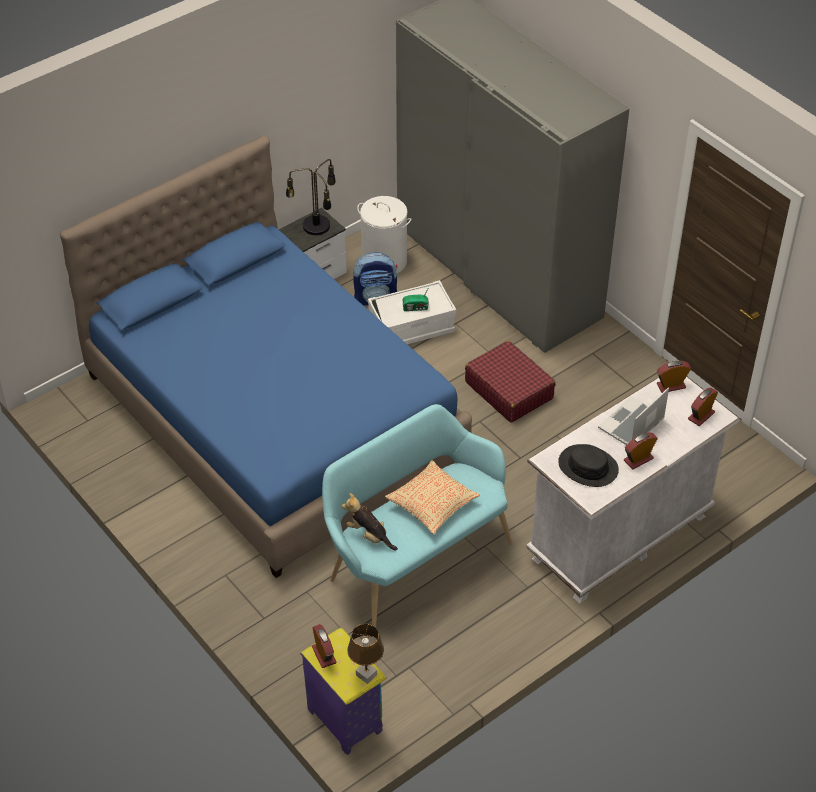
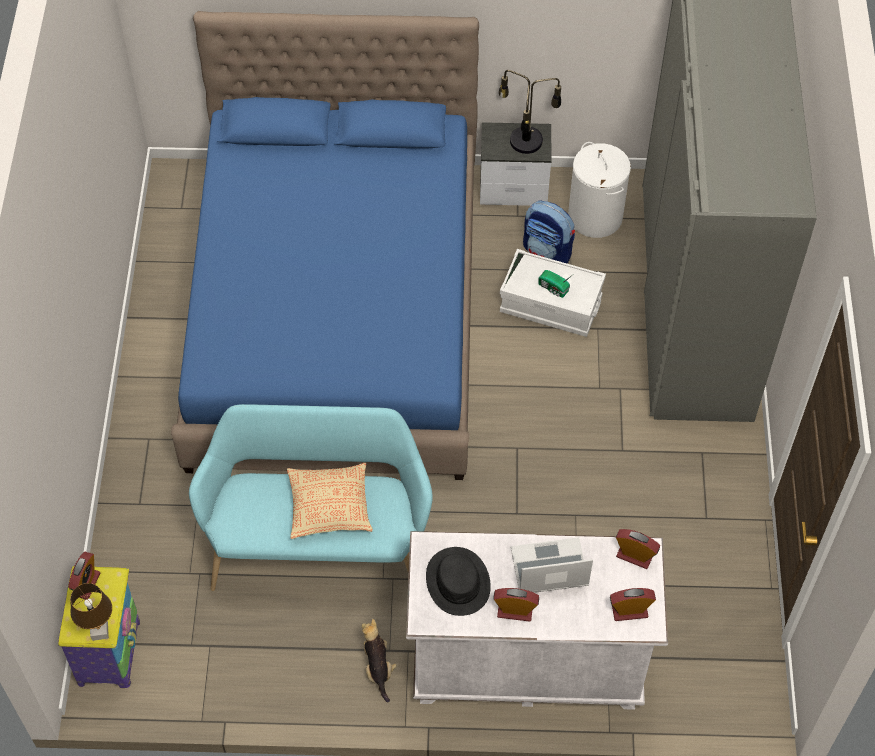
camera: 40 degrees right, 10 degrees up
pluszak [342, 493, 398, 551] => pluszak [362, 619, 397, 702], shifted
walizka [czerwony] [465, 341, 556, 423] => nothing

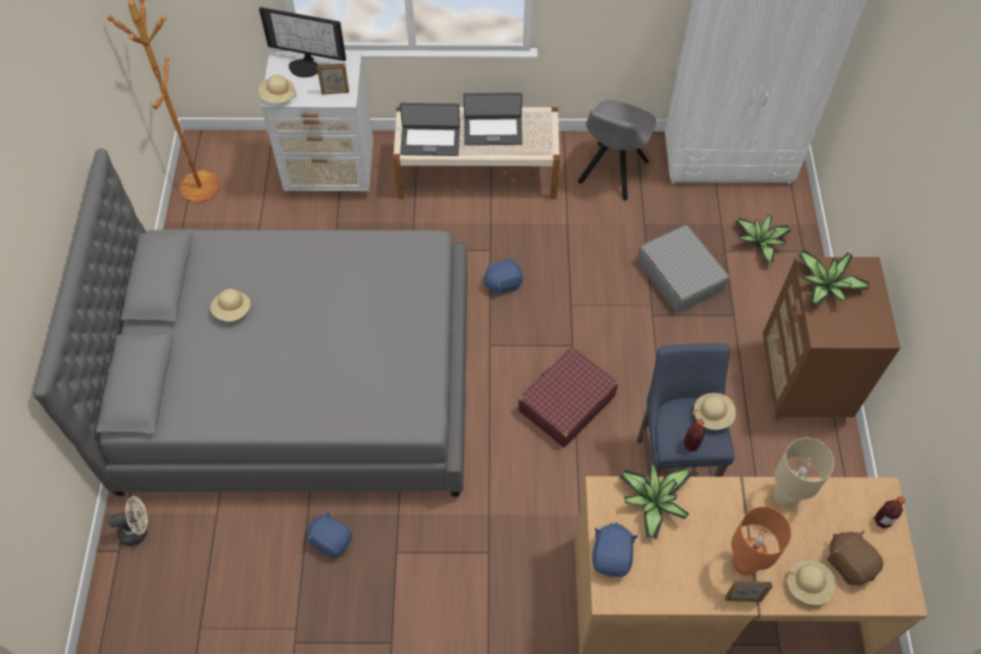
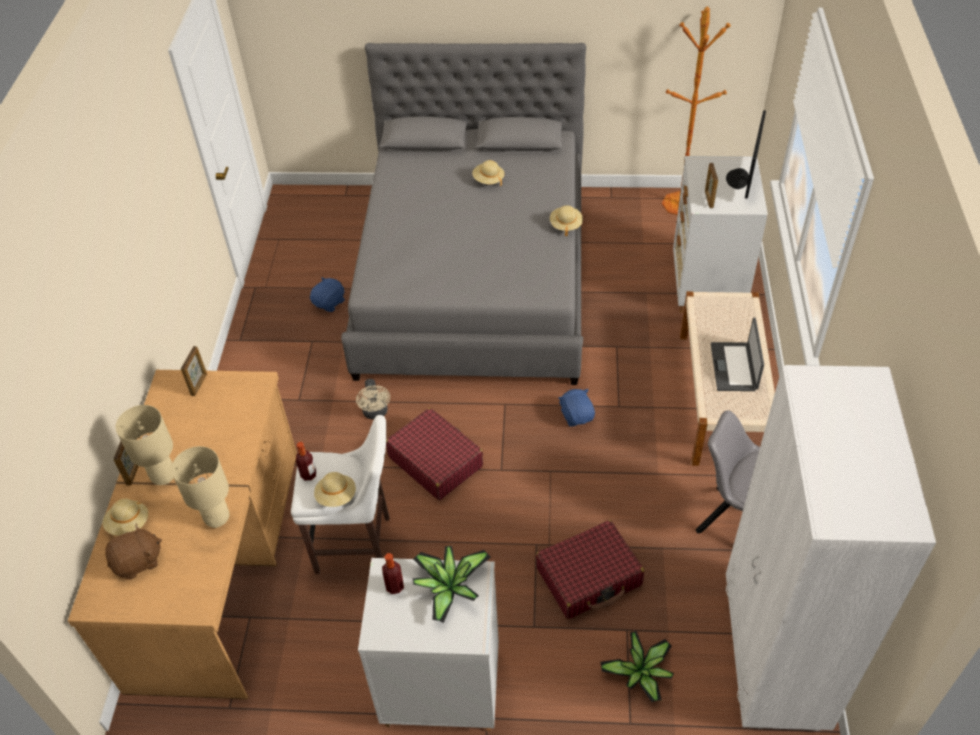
camera: 95 degrees right, 10 degrees down
lampa stołowa [pomarańczowy] [731, 507, 792, 576] => lampa stołowa [beżowy] [116, 405, 173, 485]
pluszak [niebieski] [592, 522, 638, 578] => ramka na zdjęcie [181, 346, 207, 396]
stołek [niebieski] [637, 343, 734, 477] => stołek [biały] [291, 415, 389, 574]
wentylator [beżowy] [108, 496, 148, 546] => wentylator [beżowy] [356, 379, 390, 419], shifted
komoda [brązowy] [763, 257, 900, 421] => komoda [biały] [358, 558, 499, 732]
butelka [874, 496, 905, 529] => butelka [382, 553, 404, 594], shifted
walizka [szary] [637, 225, 729, 313] => walizka [czerwony] [536, 520, 644, 619]
kapelusz [beżowy] [259, 75, 296, 103] => kapelusz [beżowy] [550, 205, 583, 236], shifted
laptop [400, 103, 460, 156] => nothing
roślina doniczkowa [619, 464, 693, 539] => nothing

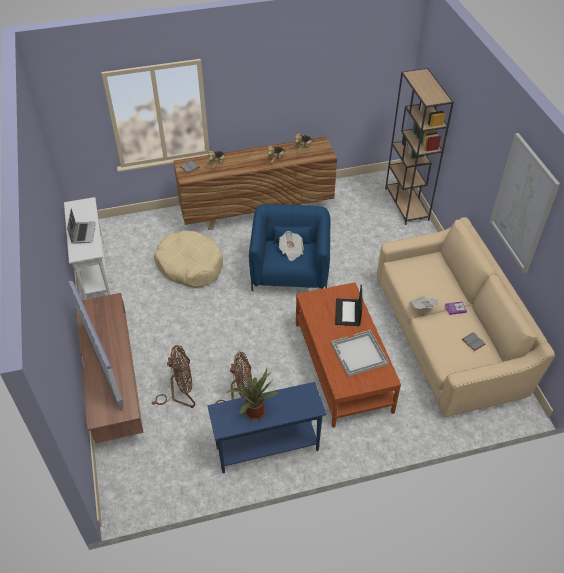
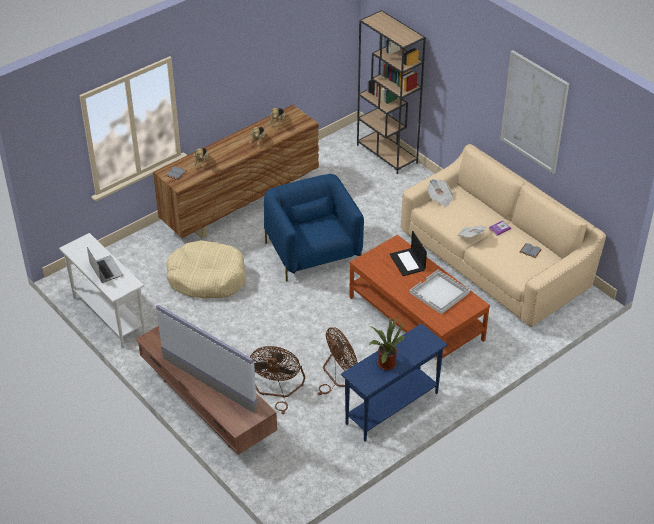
camera: 25 degrees left, 5 degrees down
wentylator [brązowy] [151, 345, 195, 408] => wentylator [brązowy] [250, 346, 305, 414], 45 degrees counterclockwise
gazeta [279, 231, 304, 261] => gazeta [427, 179, 454, 207], shifted

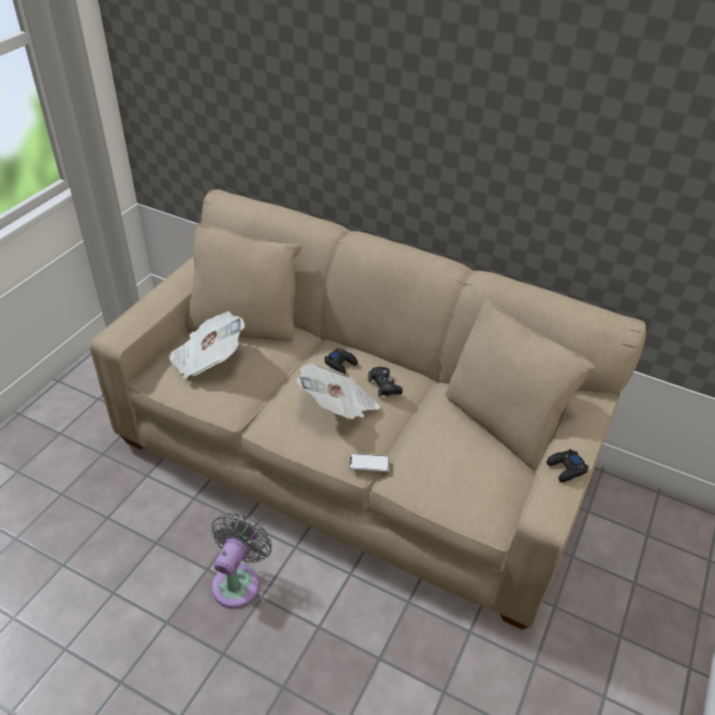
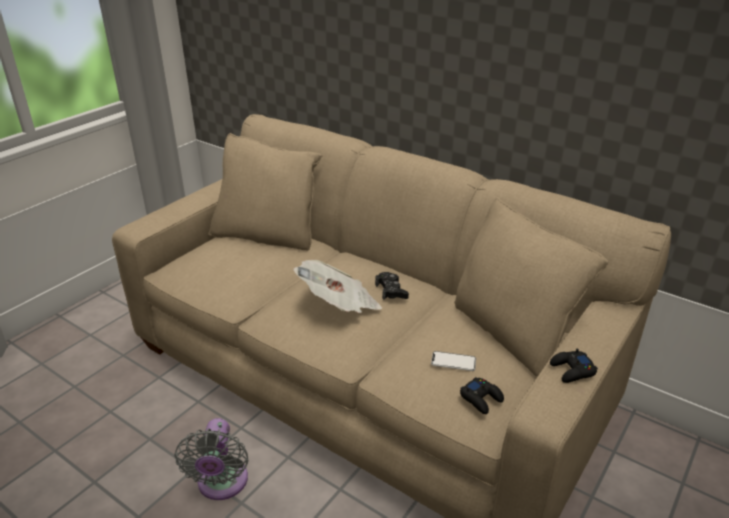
camera: 10 degrees right, 10 degrees down
wentylator [szary] [211, 513, 272, 608] => wentylator [szary] [174, 418, 249, 500], 150 degrees clockwise
telefon [349, 453, 389, 472] => telefon [431, 351, 476, 371], shifted
pad do gier [czarny] [325, 348, 358, 374] => pad do gier [czarny] [460, 377, 504, 414], shifted
gazeta [169, 311, 245, 379] => nothing

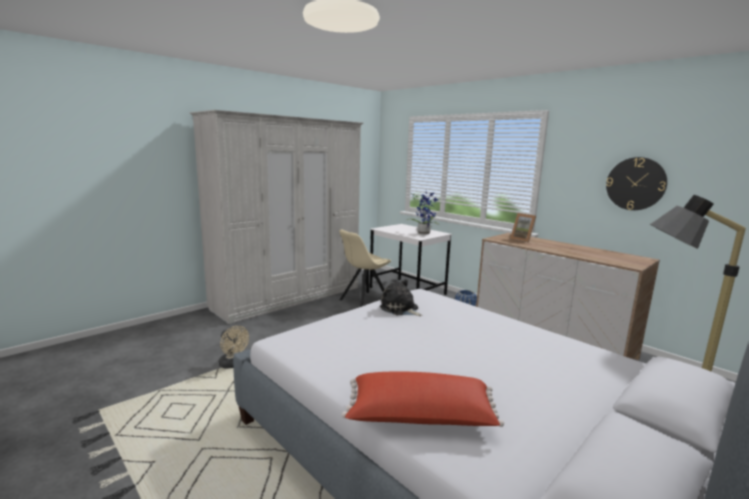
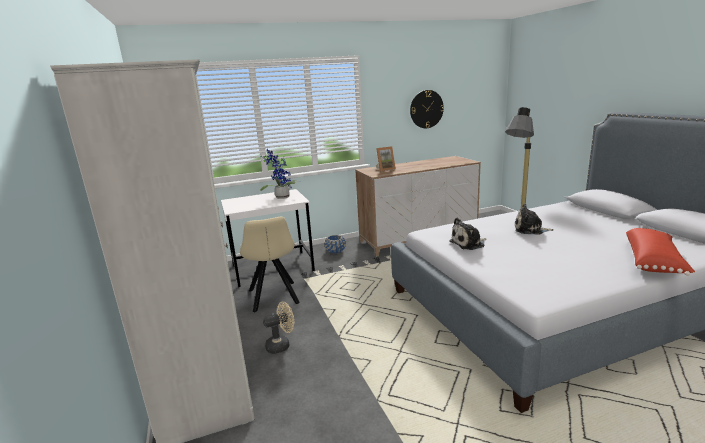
camera: 65 degrees left, 5 degrees up
wentylator [beżowy] [219, 326, 249, 369] => wentylator [beżowy] [263, 301, 294, 354], shifted
nothing => pluszak [515, 204, 554, 235]

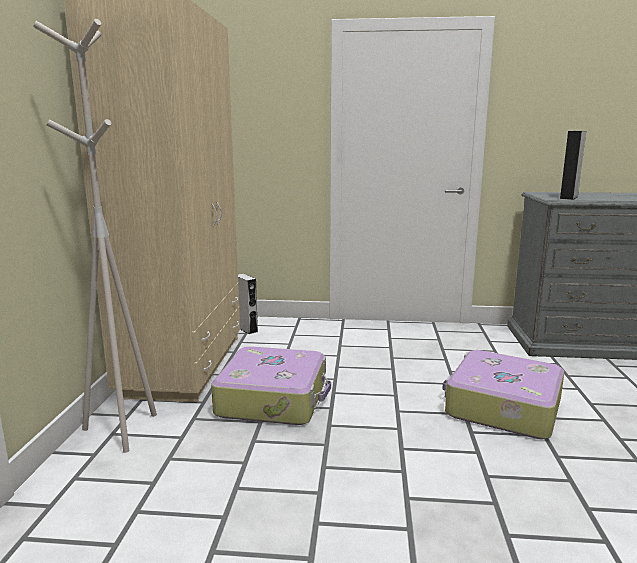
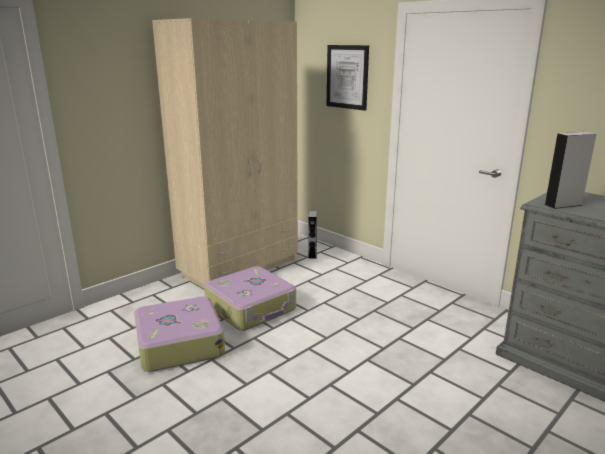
camera: 40 degrees right, 5 degrees up
walizka [442, 350, 564, 439] => walizka [134, 297, 225, 372], shifted
nothing => obraz [327, 45, 369, 111]
wieszak [szary] [33, 19, 157, 453] => nothing

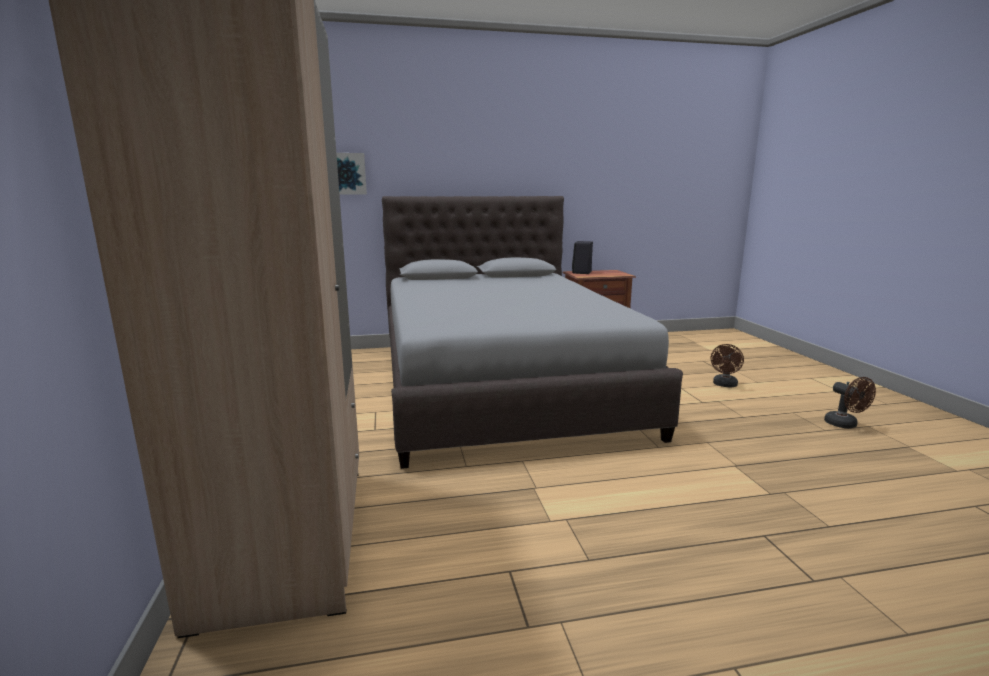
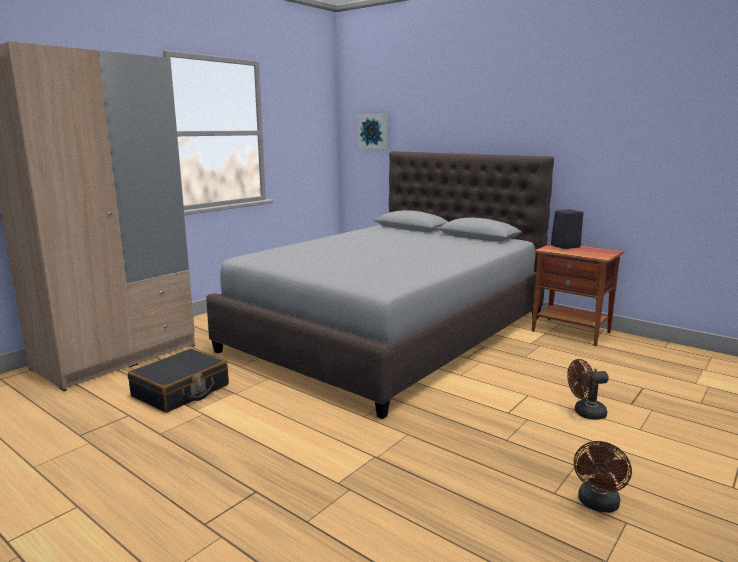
camera: 50 degrees right, 0 degrees up
nothing => walizka [czarny] [128, 349, 229, 413]

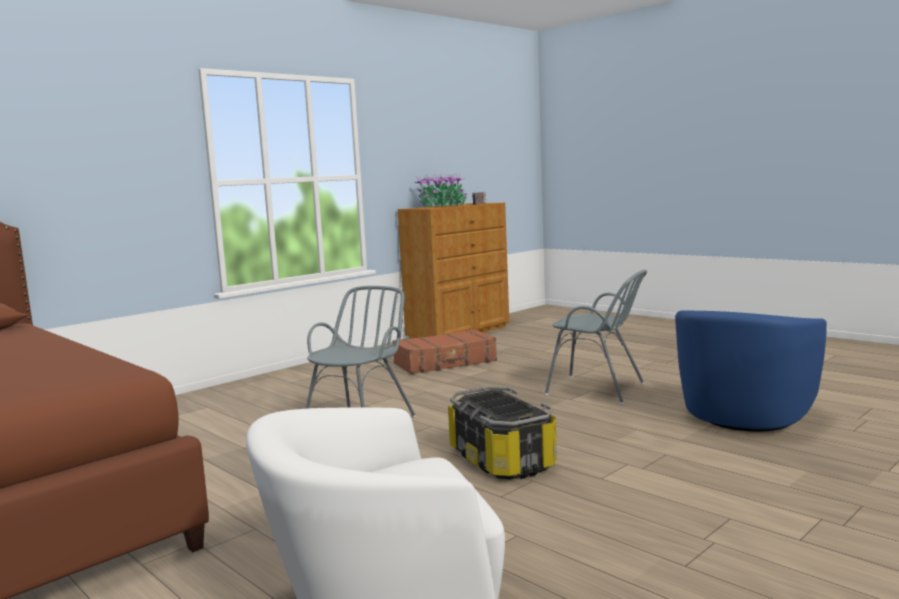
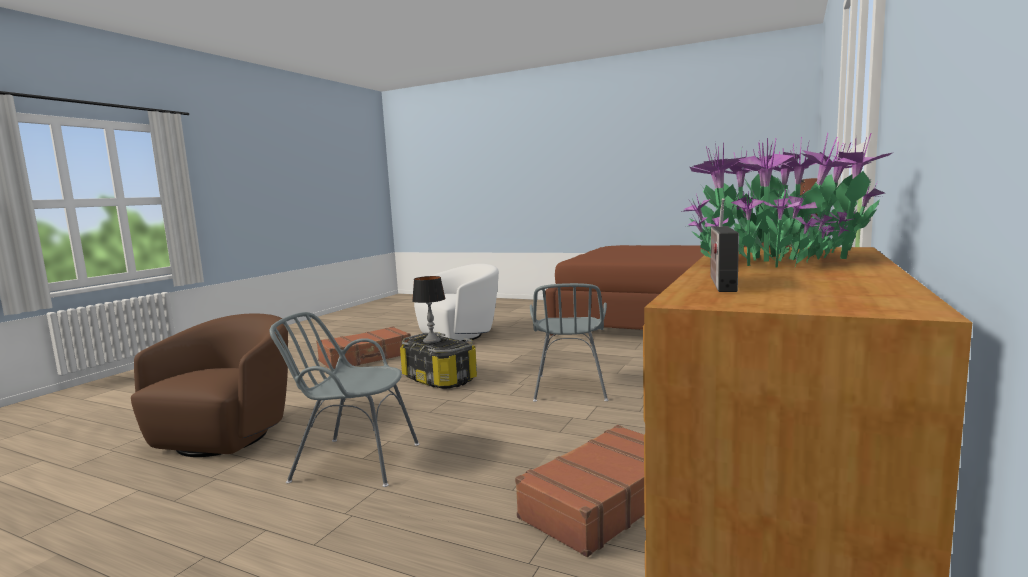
camera: 160 degrees right, 0 degrees up
fotel [niebieski] [675, 310, 827, 432] => fotel [brązowy] [131, 314, 288, 457]
nothing => walizka [brązowy] [316, 327, 411, 369]
nothing => lampa stołowa [412, 276, 446, 343]

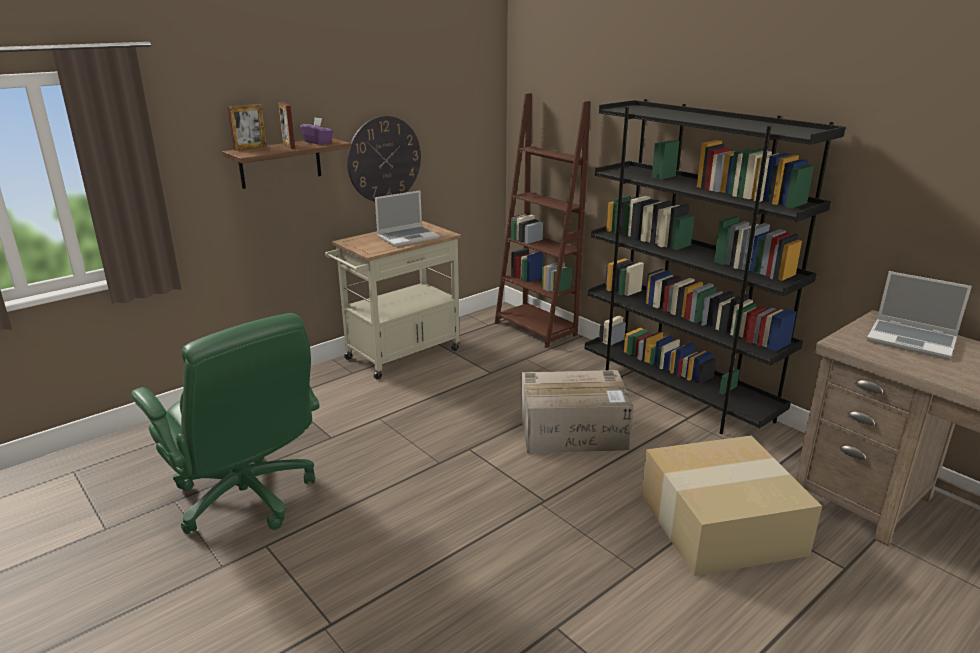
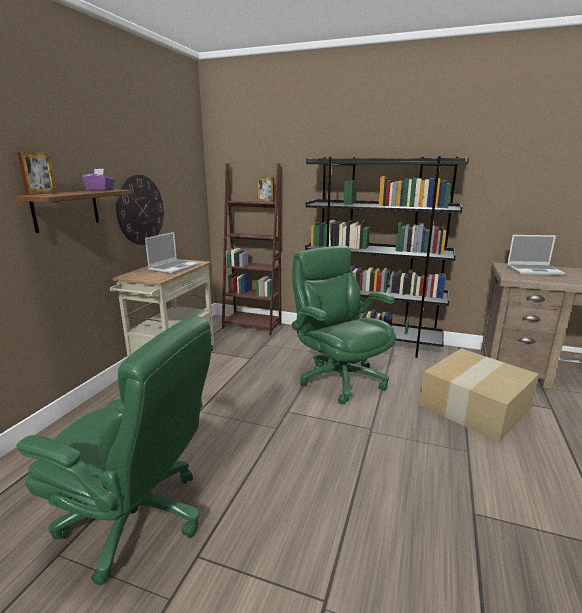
camera: 30 degrees left, 5 degrees down
ramka na zdjęcie [278, 102, 295, 149] => ramka na zdjęcie [257, 177, 275, 203], shifted
karton [521, 370, 634, 453] => krzesło biurowe [zielony] [292, 246, 396, 404]

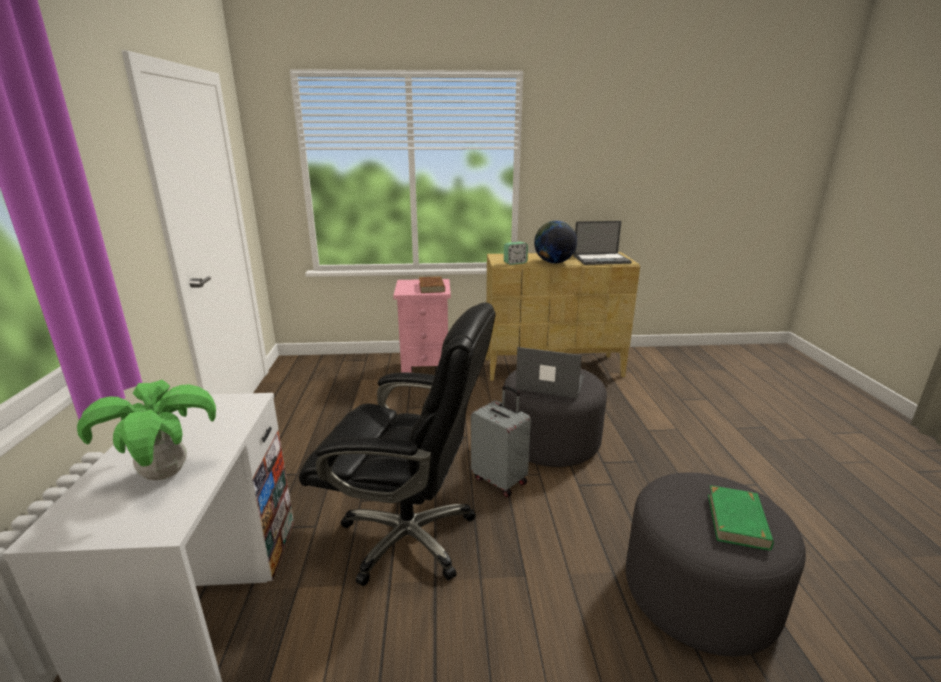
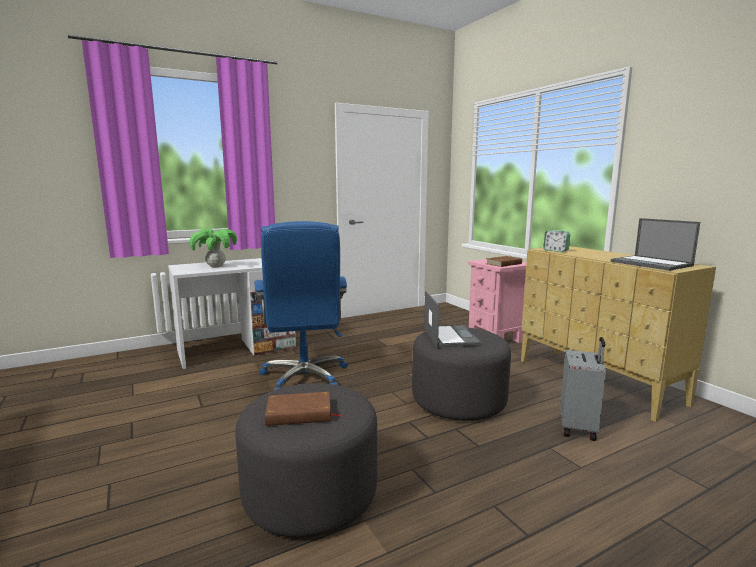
camera: 65 degrees right, 10 degrees down
krzesło biurowe [czarny] [299, 302, 495, 586] => krzesło biurowe [niebieski] [254, 221, 348, 390]
książka [zielony] [708, 485, 774, 551] => książka [brązowy] [265, 392, 341, 426]
walizka [szary] [471, 385, 531, 497] => walizka [szary] [560, 337, 606, 441], shifted
globus [534, 221, 577, 263] => nothing

